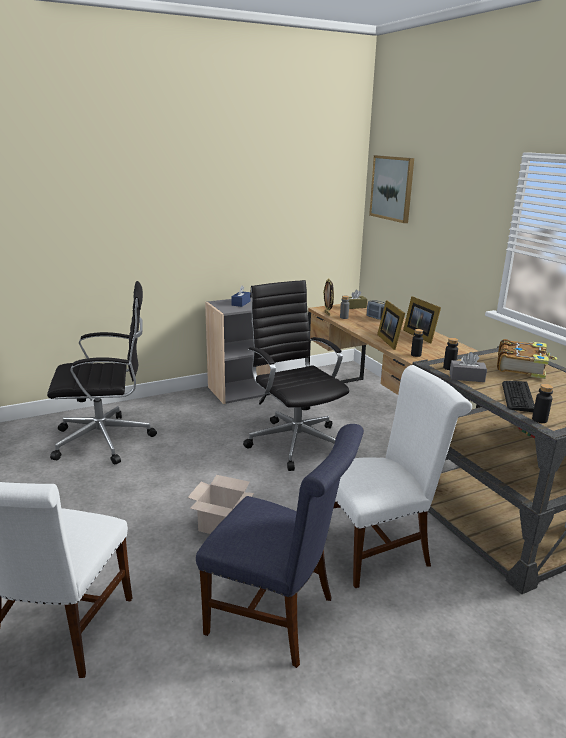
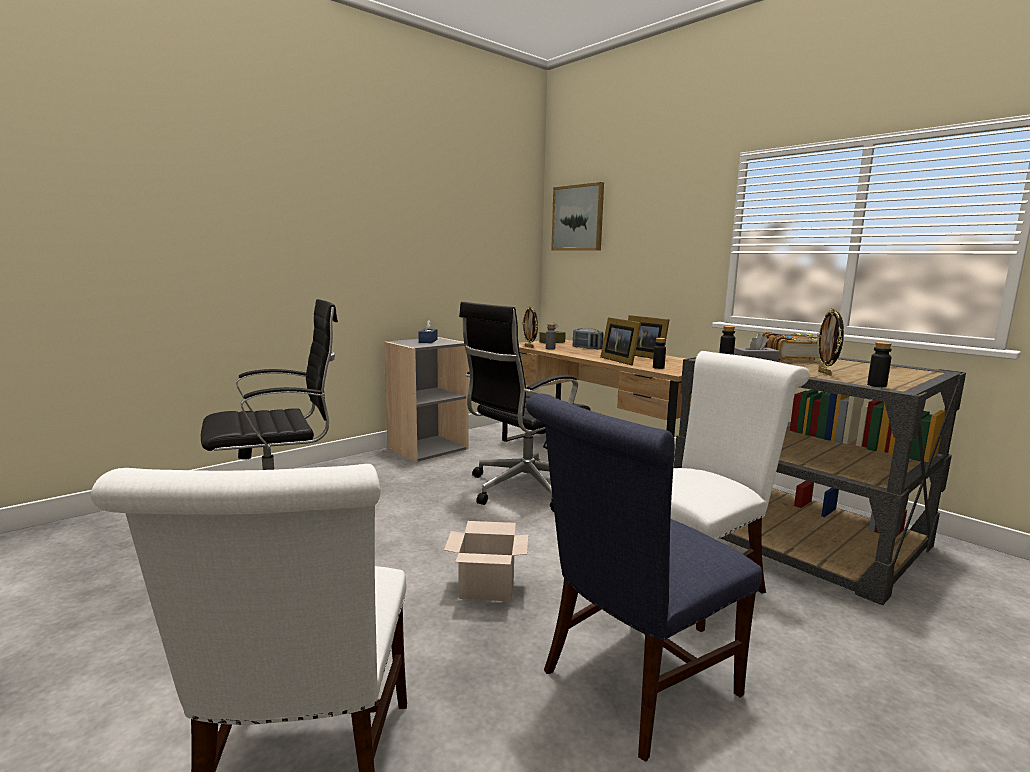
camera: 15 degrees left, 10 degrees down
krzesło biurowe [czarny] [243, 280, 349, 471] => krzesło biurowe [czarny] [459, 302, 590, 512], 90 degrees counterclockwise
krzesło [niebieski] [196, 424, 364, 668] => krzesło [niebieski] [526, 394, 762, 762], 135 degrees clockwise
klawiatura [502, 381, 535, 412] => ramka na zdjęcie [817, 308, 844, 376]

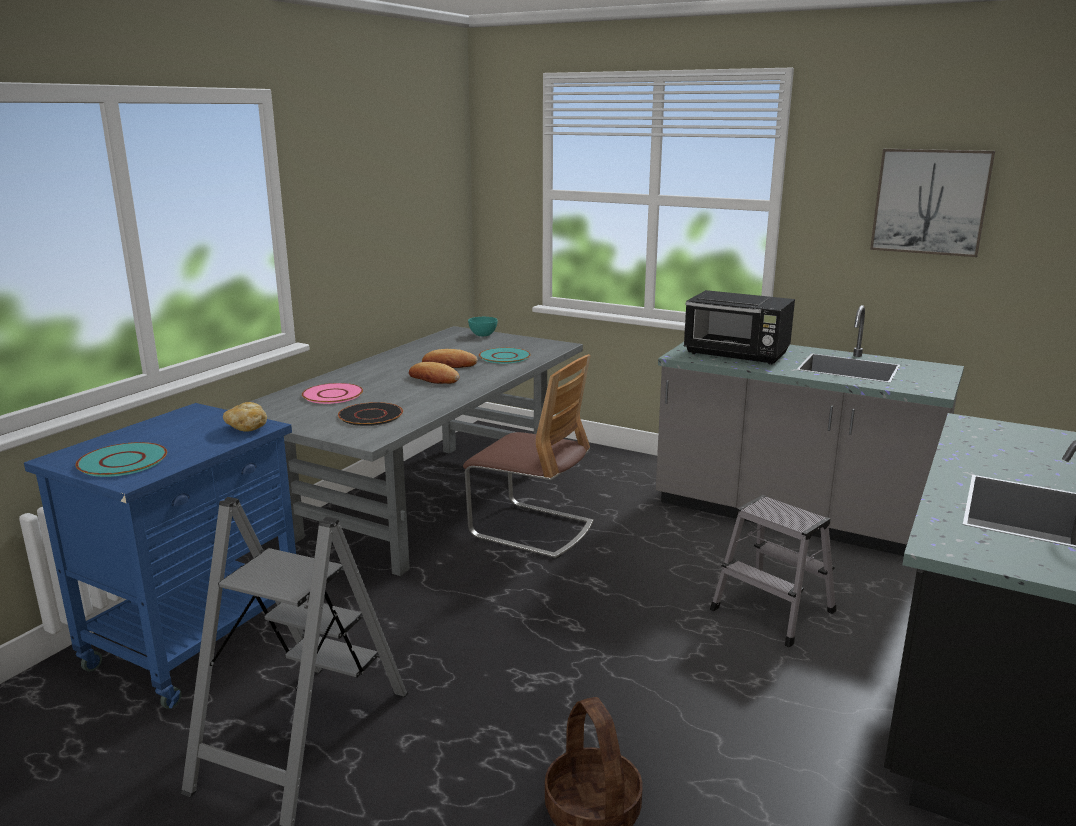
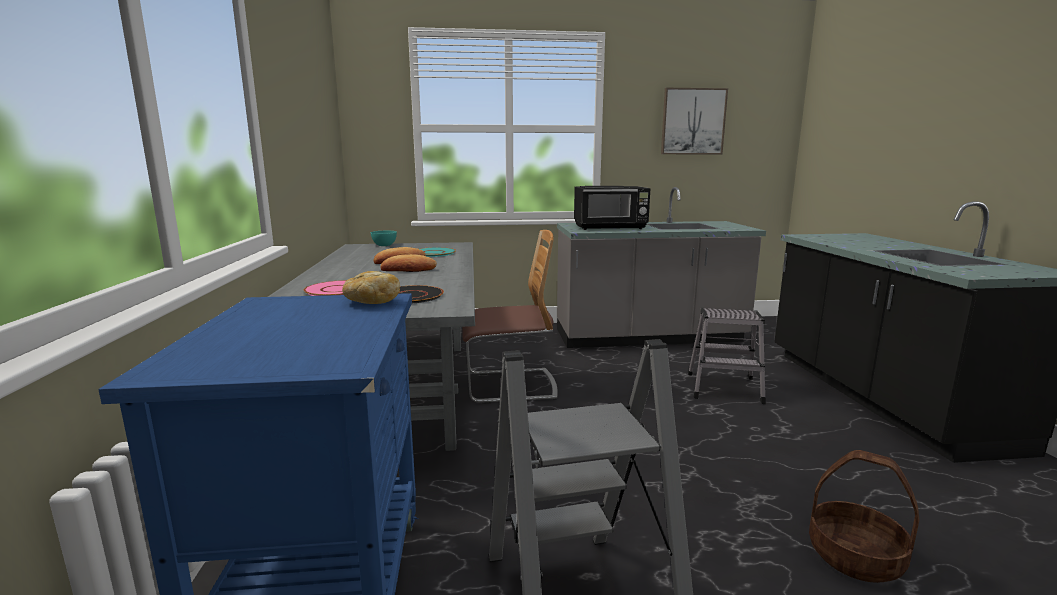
camera: 35 degrees left, 5 degrees down
talerz [turkusowy] [76, 442, 167, 477] => nothing

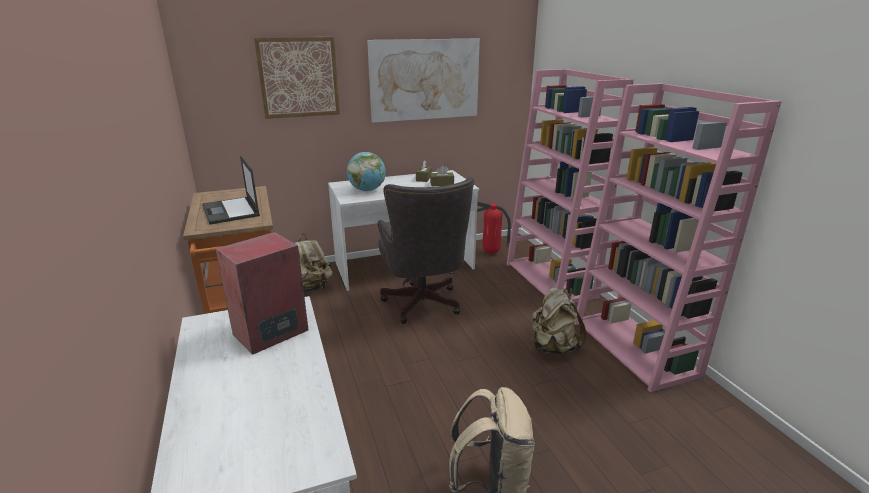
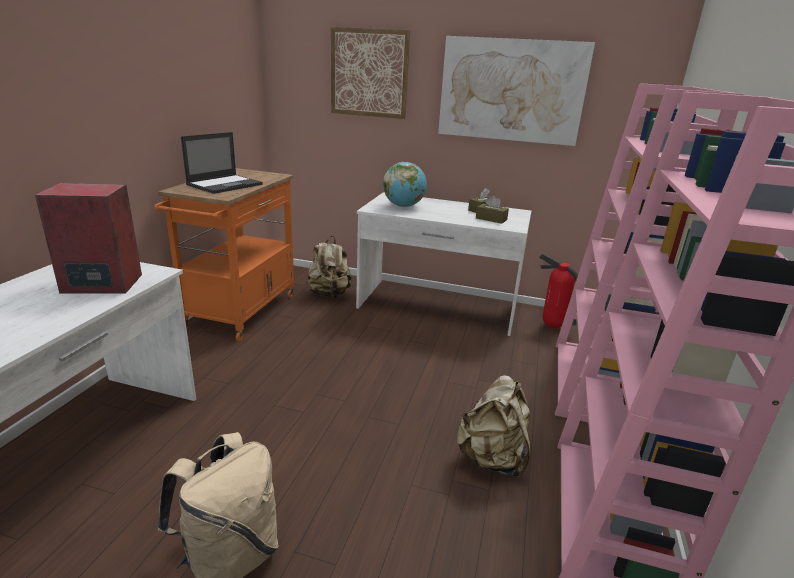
camera: 35 degrees right, 0 degrees up
laptop [202, 156, 260, 225] => laptop [181, 132, 263, 194], 150 degrees counterclockwise
krzesło biurowe [szary] [378, 177, 474, 324] => nothing

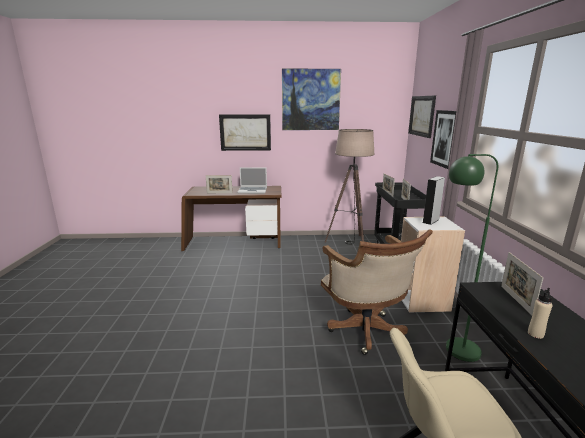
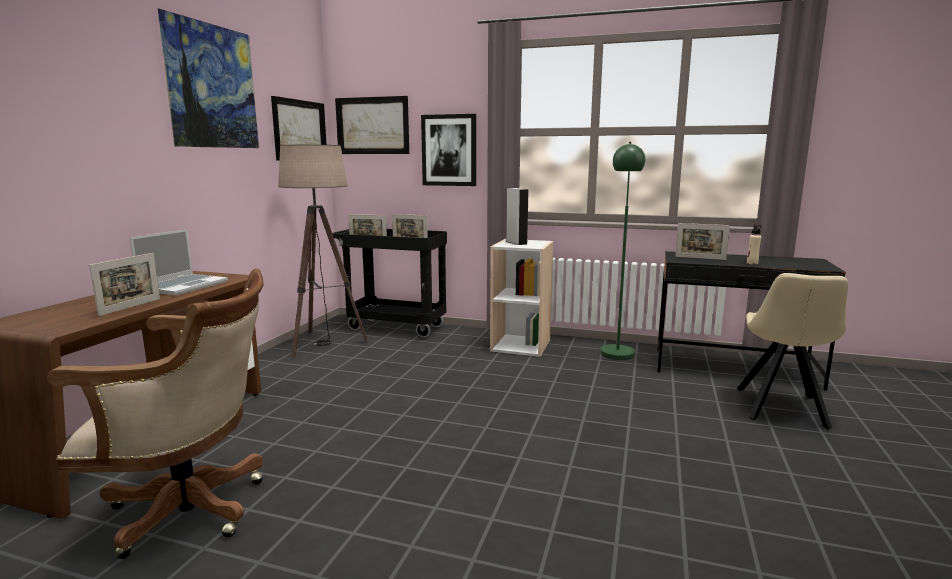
camera: 70 degrees left, 5 degrees down
krzesło biurowe [321, 229, 433, 355] => krzesło biurowe [47, 268, 264, 559], shifted
obraz [219, 114, 271, 151] => obraz [271, 96, 327, 160], shifted

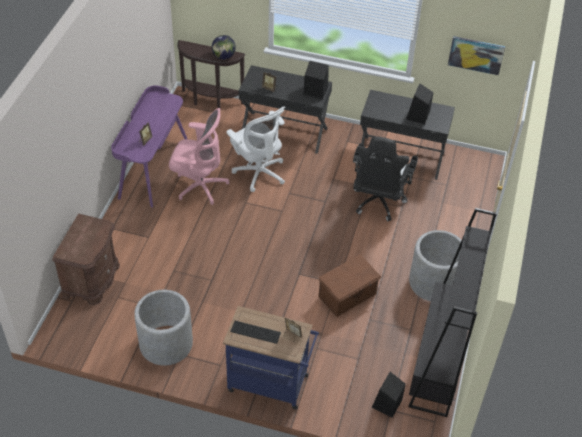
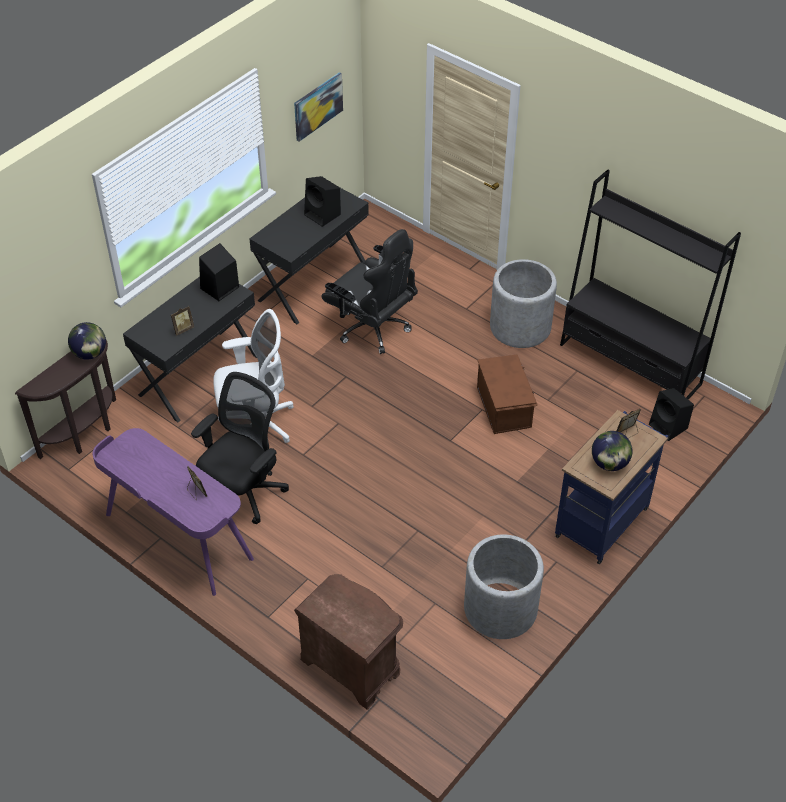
camera: 65 degrees left, 0 degrees up
krzesło biurowe [różowy] [169, 108, 229, 205] => krzesło biurowe [czarny] [191, 372, 289, 524]
klawiatura [230, 321, 281, 344] => globus [592, 431, 633, 471]

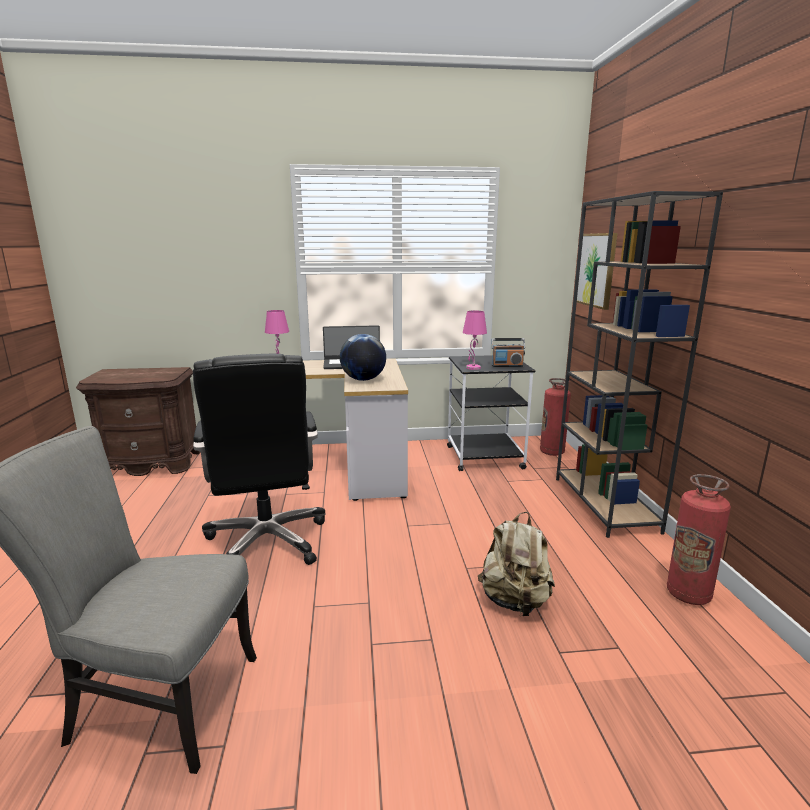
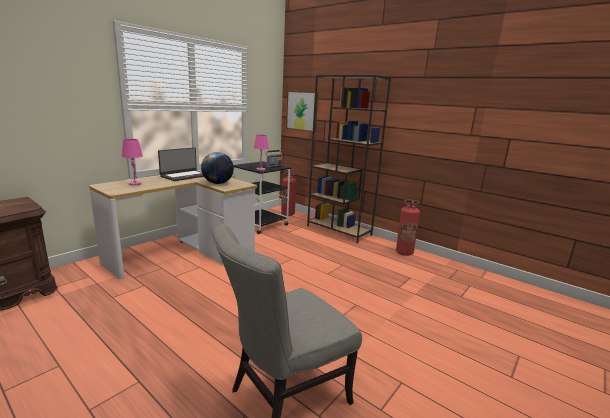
camera: 45 degrees left, 0 degrees up
krzesło biurowe [czarny] [193, 354, 325, 565] => nothing
plecak [beżowy] [478, 512, 555, 616] => nothing

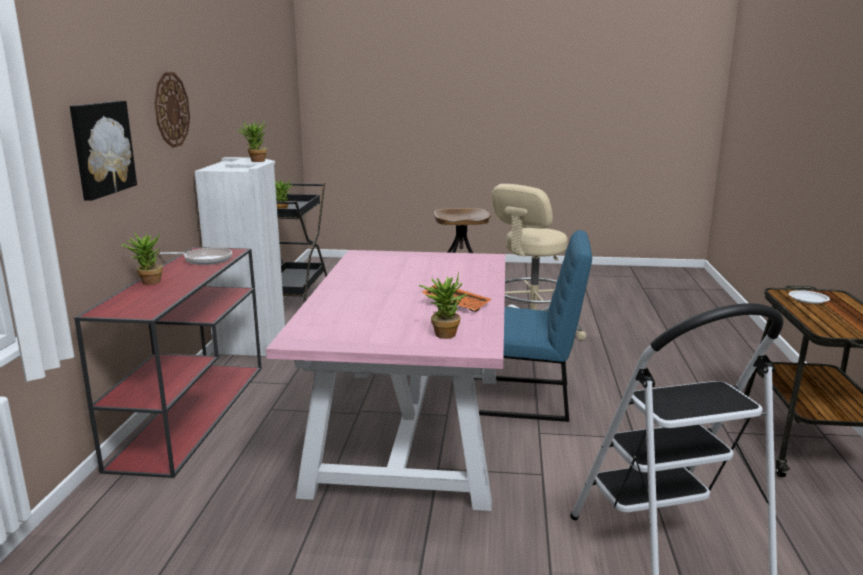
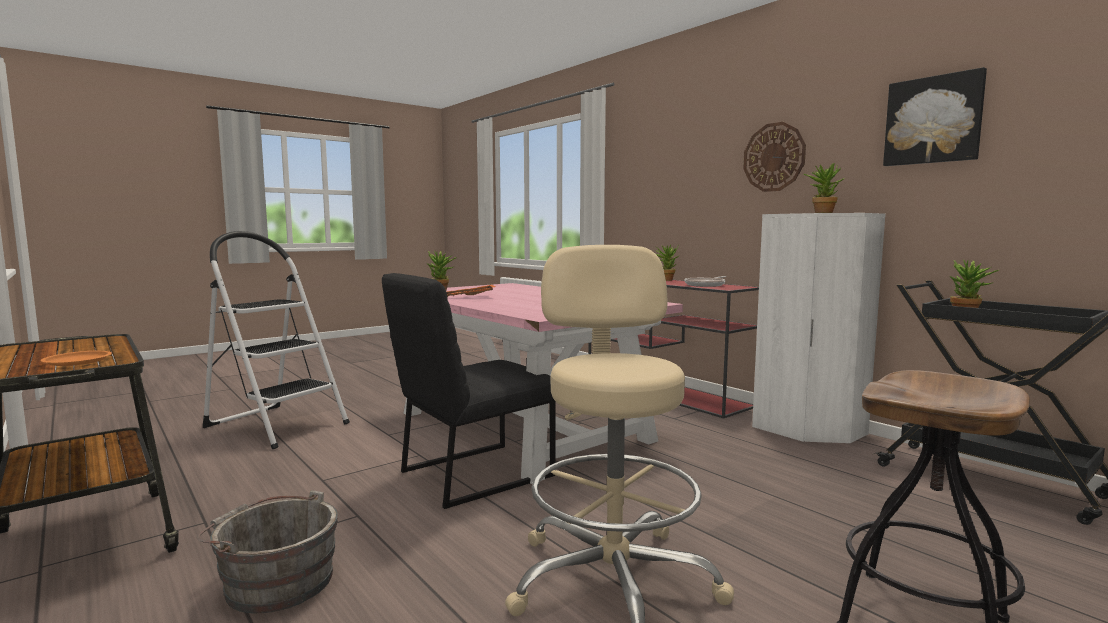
camera: 135 degrees right, 10 degrees down
talerz [biały] [789, 290, 830, 304] => talerz [pomarańczowy] [40, 351, 112, 366]
nothing => wiadro [szary] [197, 490, 338, 613]
krzesło [niebieski] [474, 230, 592, 422] => krzesło [czarny] [382, 273, 555, 509]
obraz [70, 101, 137, 201] => obraz [883, 67, 987, 166], shifted

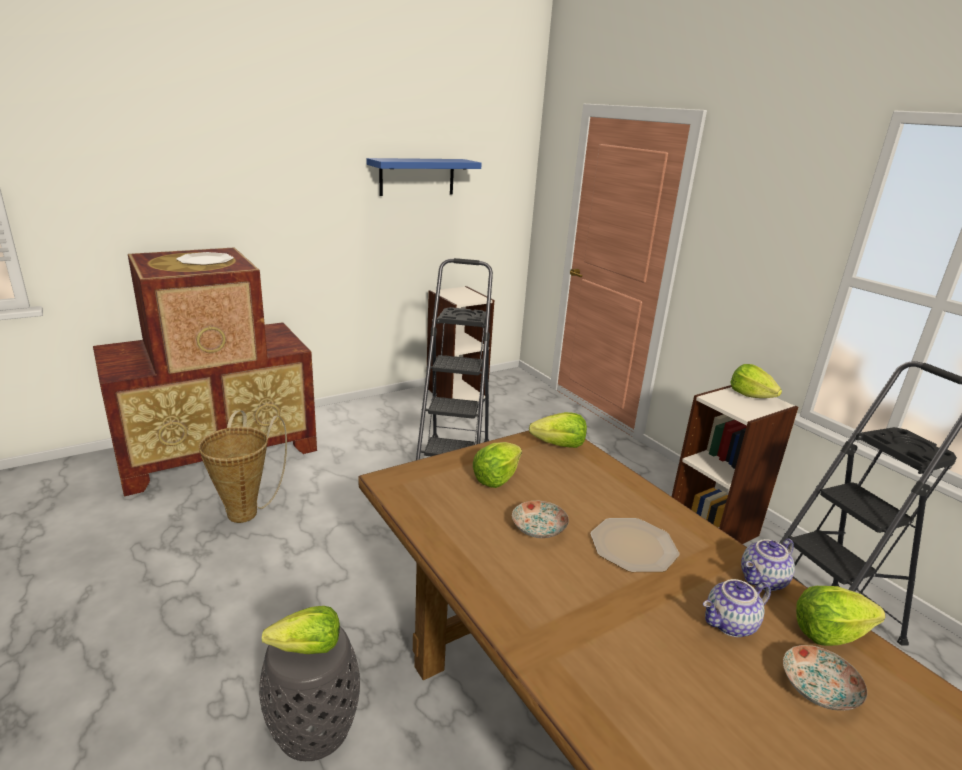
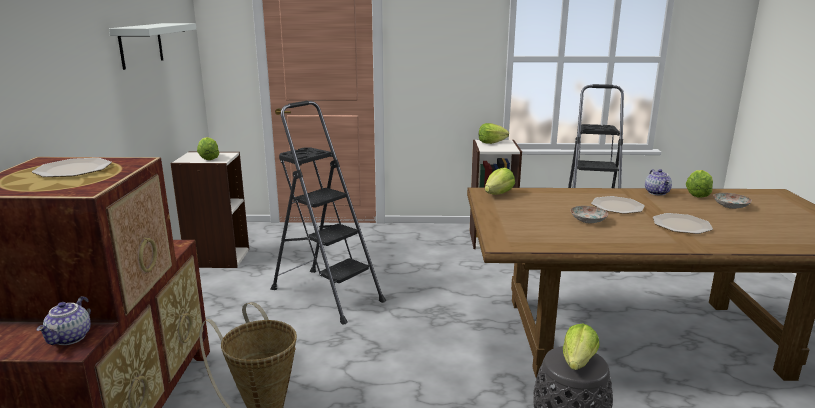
camera: 55 degrees left, 5 degrees down
imbryk [703, 579, 771, 637] => imbryk [36, 296, 91, 345], shifted
półka [niebieski] [367, 158, 482, 196] => półka [biały] [109, 23, 196, 70]
sałata [473, 442, 522, 488] => sałata [197, 137, 219, 160], shifted
nothing => talerz [653, 213, 713, 234]

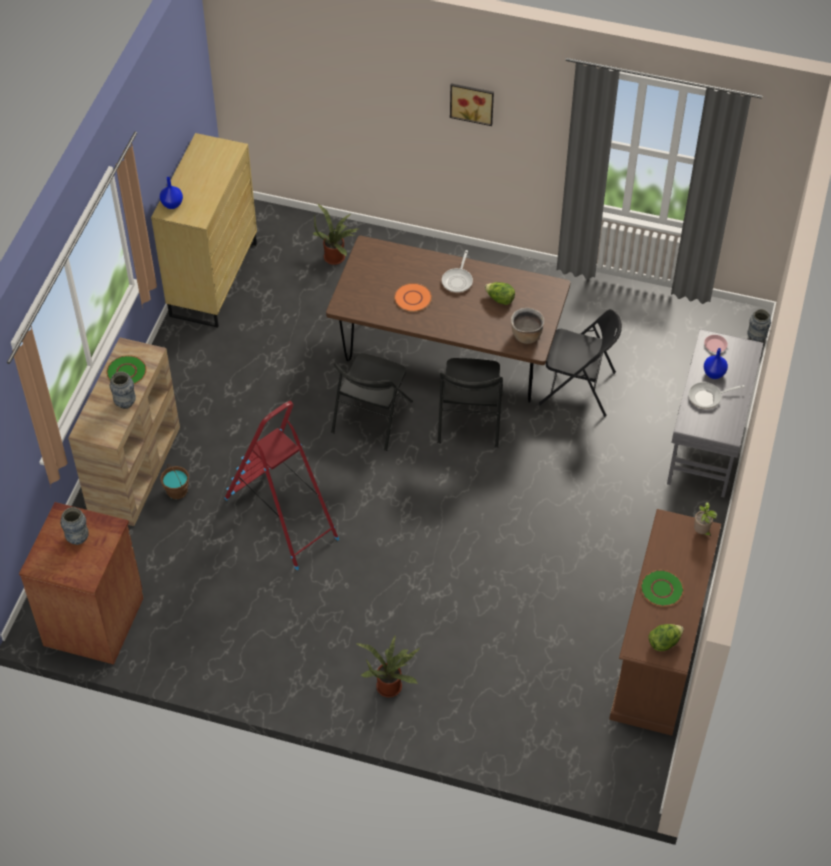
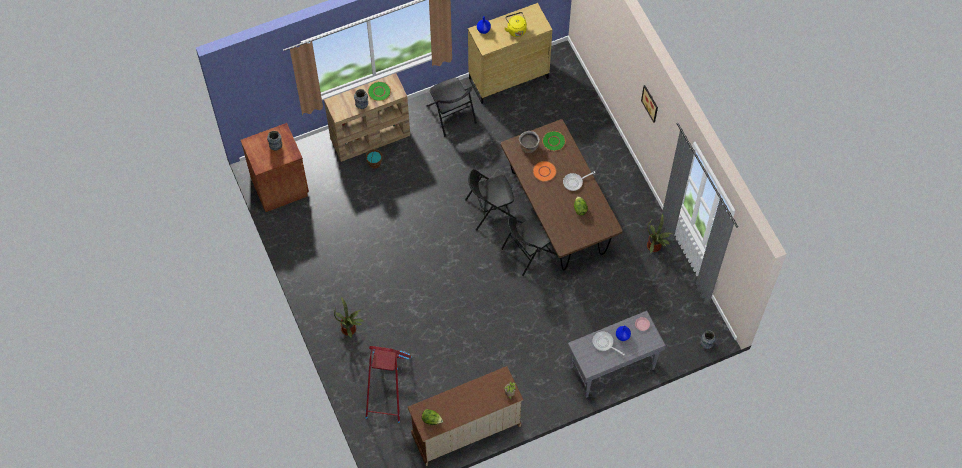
camera: 50 degrees right, 10 degrees up
drabinka [czerwony] [224, 401, 339, 570] => drabinka [czerwony] [366, 346, 411, 423], shifted
krzesło [czarny] [539, 309, 622, 417] => krzesło [czarny] [427, 78, 477, 137], shifted
nothing => czajnik [żółty] [505, 12, 527, 37]
garnek [brązowy] [511, 308, 545, 344] => garnek [brązowy] [519, 131, 540, 153], shifted
talerz [zielony] [641, 570, 684, 607] => talerz [zielony] [542, 131, 566, 151], shifted
roślina doniczkowa [313, 204, 359, 265] => roślina doniczkowa [647, 214, 673, 253], shifted

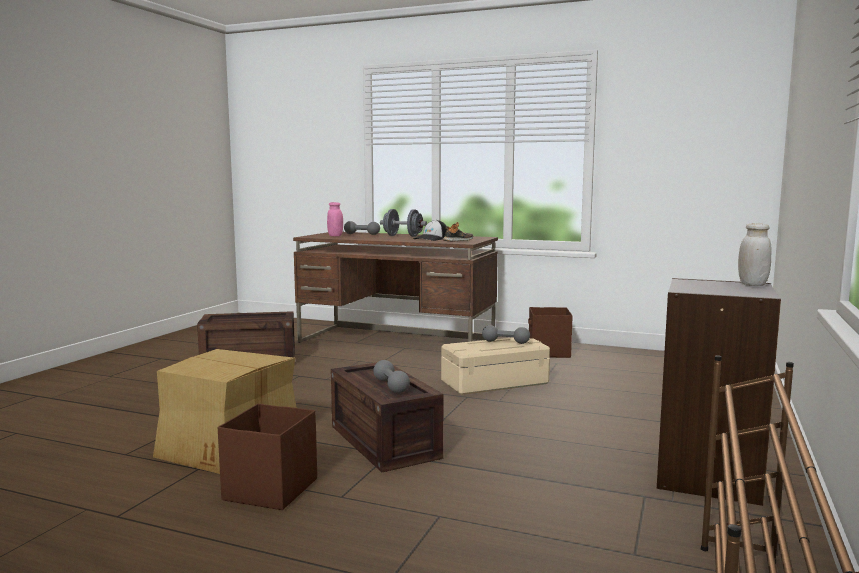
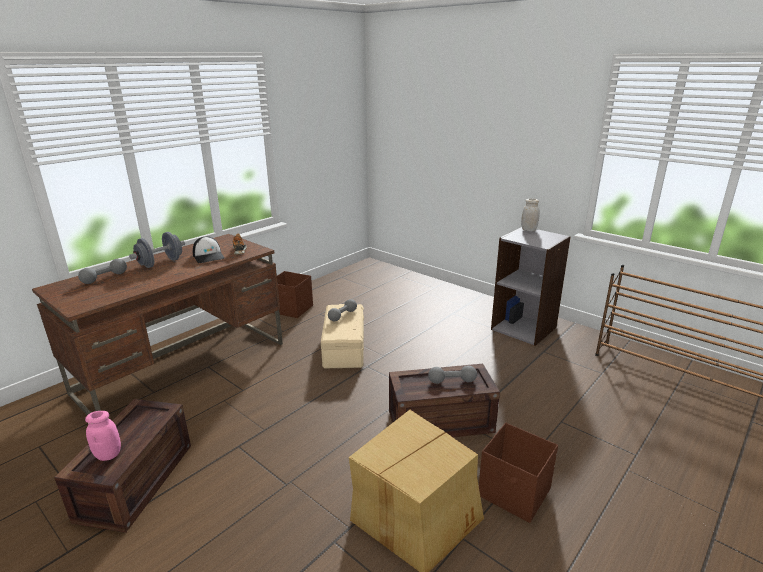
camera: 70 degrees left, 15 degrees up
słoik [różowy] [327, 202, 343, 236] => słoik [różowy] [85, 411, 121, 461], shifted

